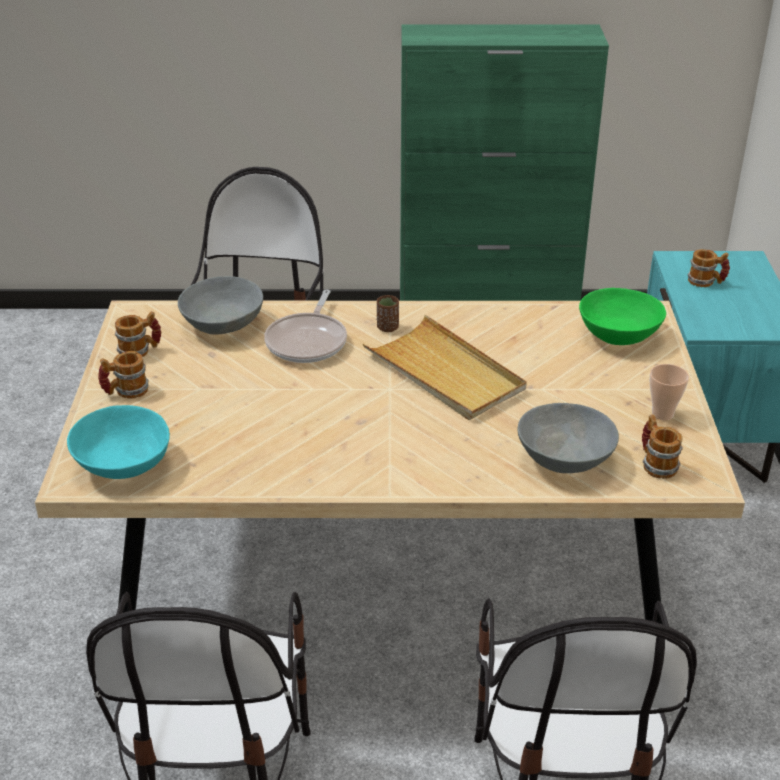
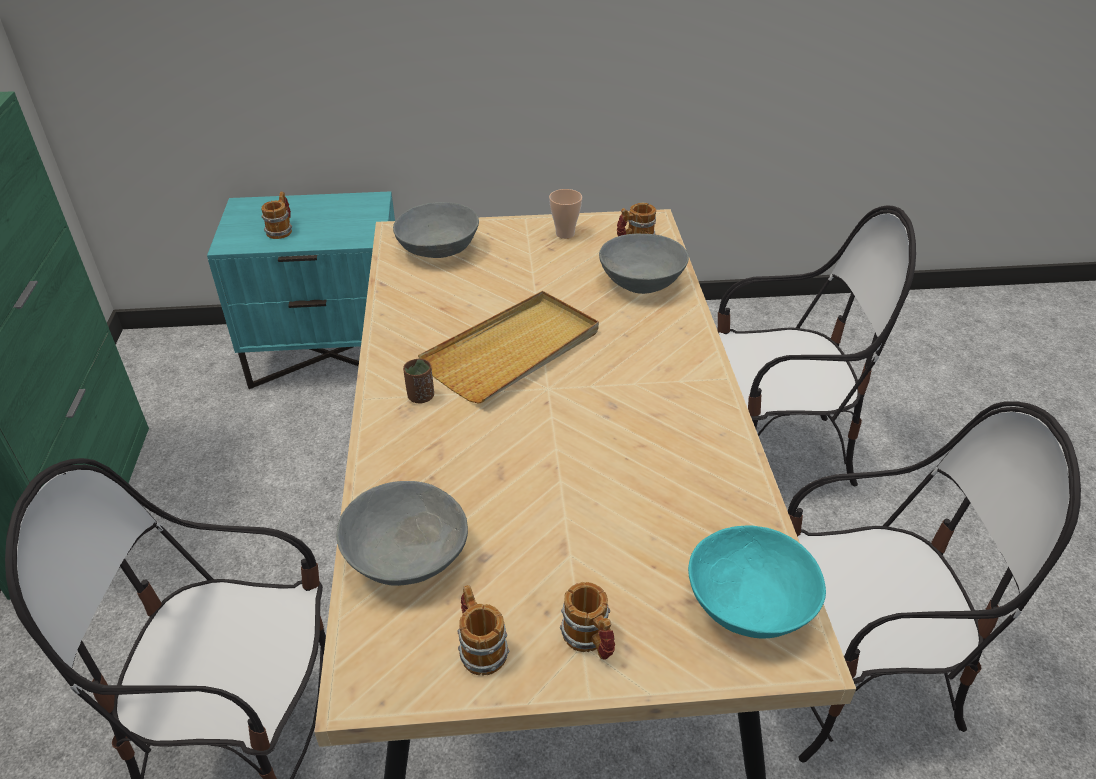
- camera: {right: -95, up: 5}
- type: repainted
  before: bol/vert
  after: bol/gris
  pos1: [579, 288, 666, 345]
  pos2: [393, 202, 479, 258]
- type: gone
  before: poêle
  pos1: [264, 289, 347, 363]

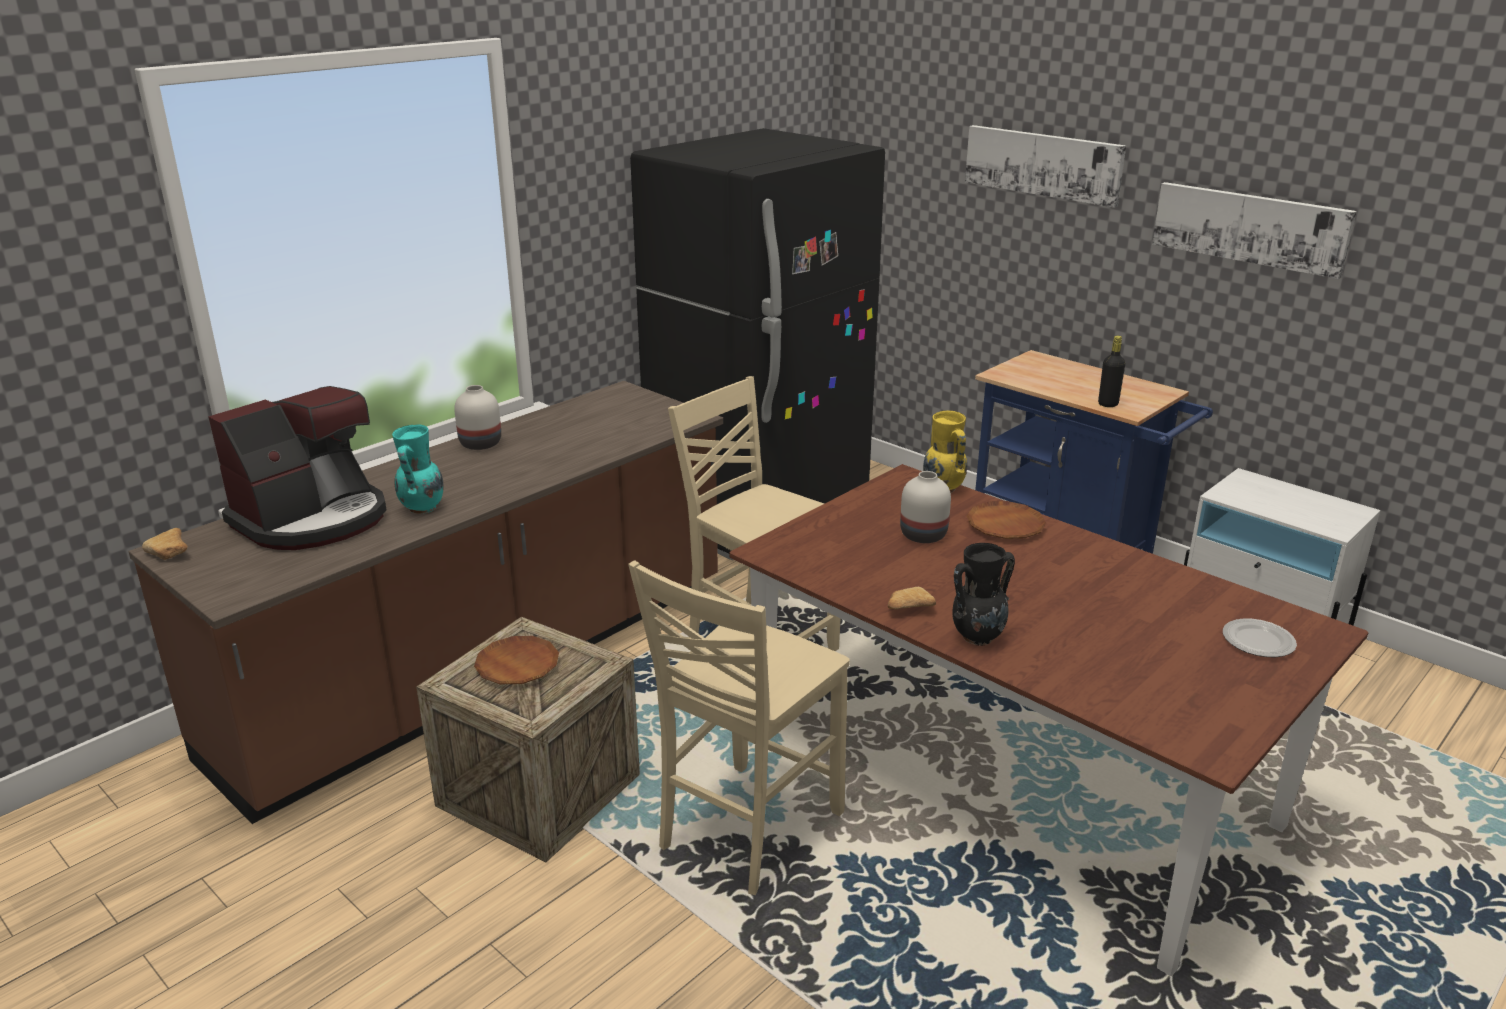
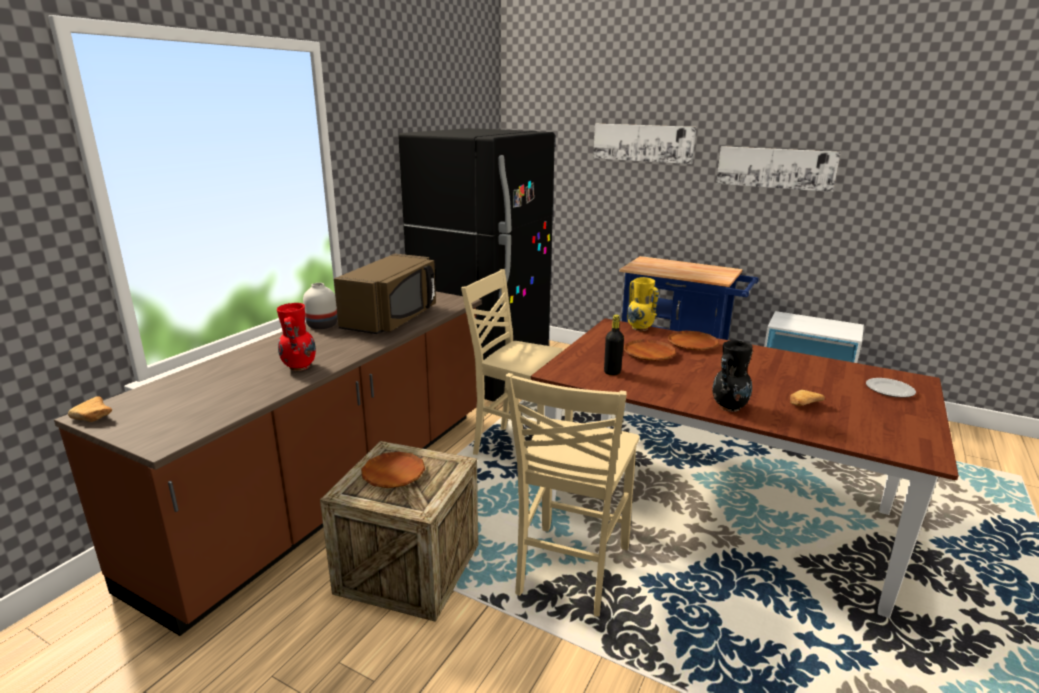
- camera: {right: -15, up: -5}
- type: repainted
  before: vase/turquoise
  after: vase/rouge
  pos1: [392, 425, 444, 514]
  pos2: [277, 303, 316, 371]
- type: new
  after: micro-ondes/marron
  pos2: [334, 254, 436, 334]
- type: shifted
  before: bouteille/noir
  pos1: [1098, 336, 1125, 407]
  pos2: [604, 314, 624, 375]
- type: swapped
  before: vase/blanc
  after: assiette/marron
  pos1: [900, 471, 951, 543]
  pos2: [624, 339, 676, 361]
- type: shifted
  before: pain
  pos1: [888, 587, 936, 609]
  pos2: [790, 390, 825, 406]
- type: gone
  before: machine à café
  pos1: [208, 386, 387, 550]

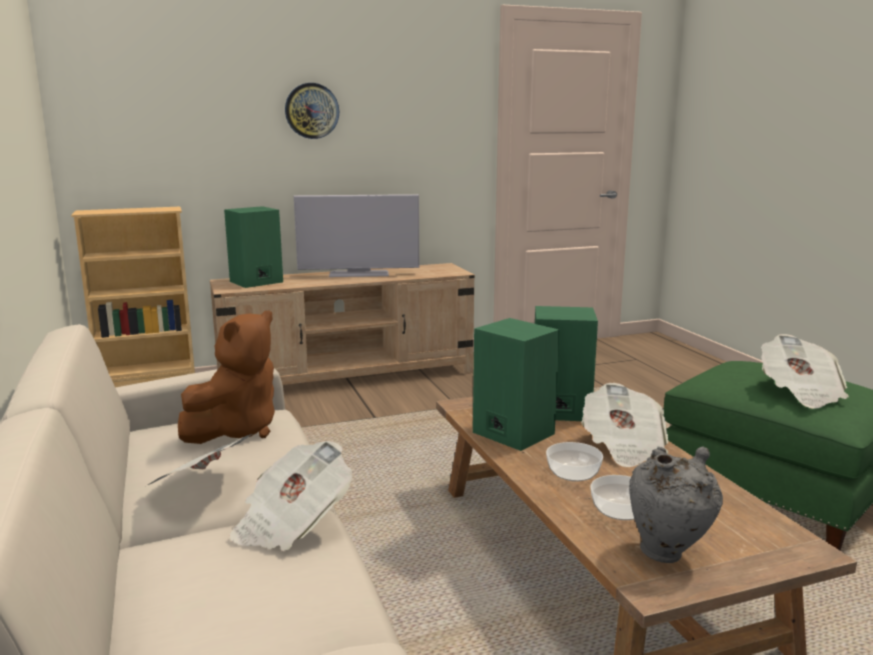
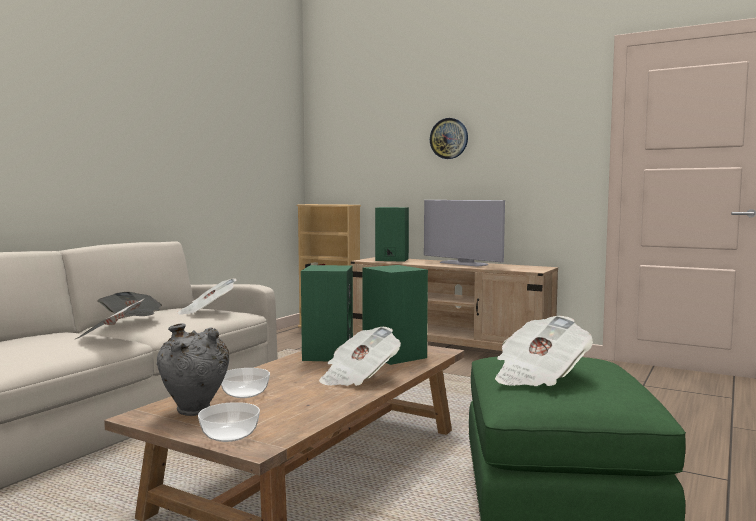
- camera: {right: 50, up: -10}
- type: swapped
  before: peluche/marron
  after: journal
  pos1: [178, 310, 275, 444]
  pos2: [177, 278, 237, 315]
- type: shifted
  before: bol
  pos1: [546, 442, 603, 482]
  pos2: [198, 402, 260, 442]

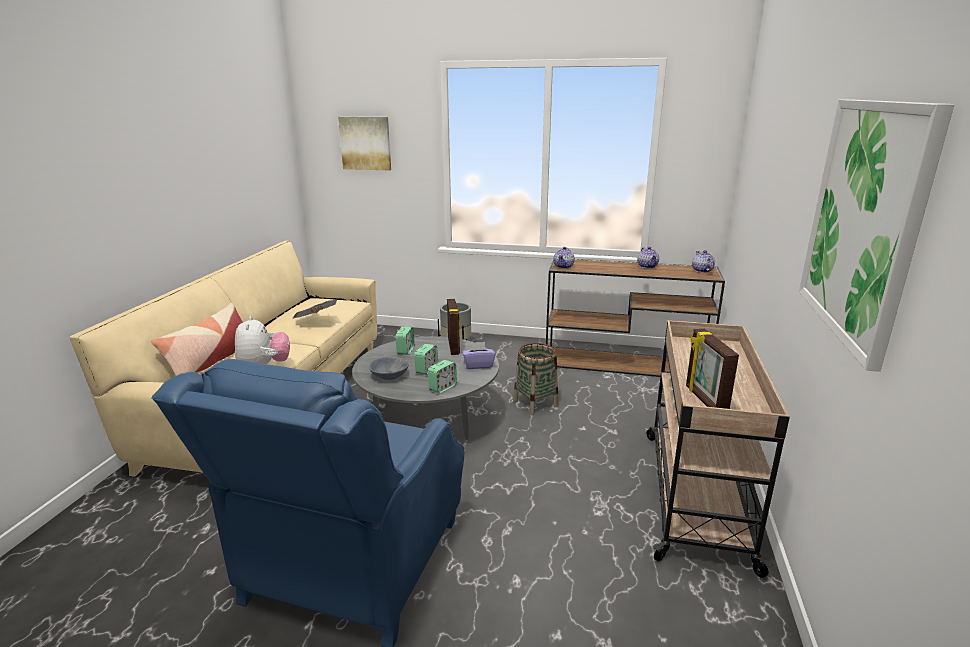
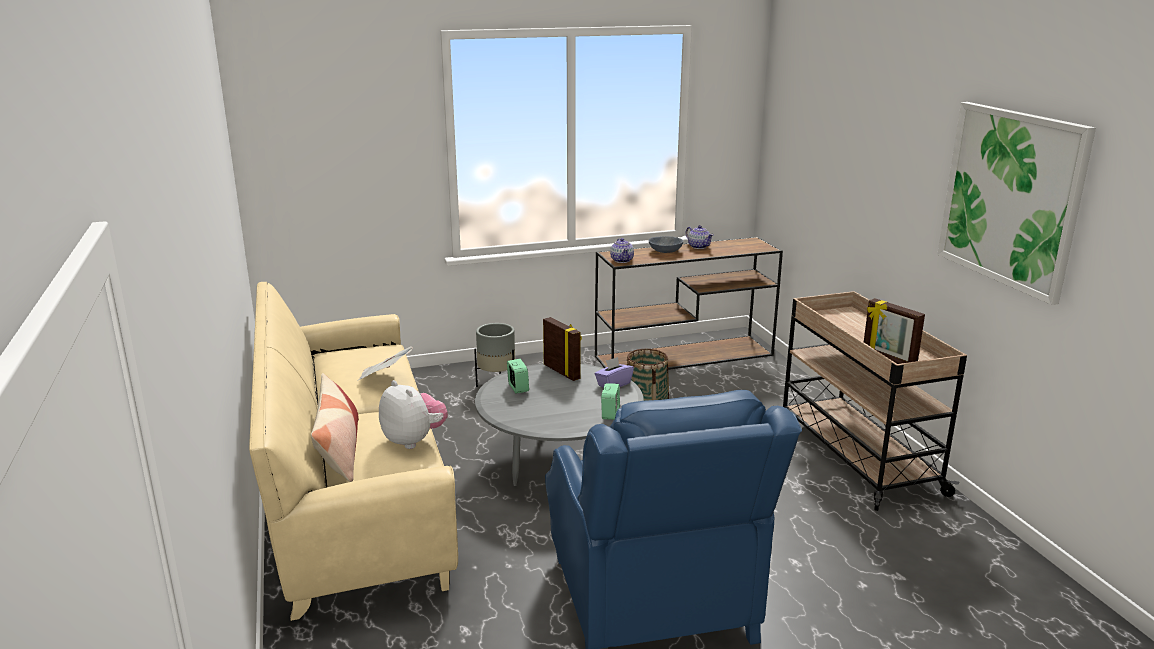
- camera: {right: -30, up: 0}
- type: shifted
  before: bol/gris
  pos1: [369, 357, 408, 380]
  pos2: [649, 236, 683, 253]
- type: gone
  before: tableau
  pos1: [338, 117, 391, 170]
- type: gone
  before: réveil
  pos1: [414, 344, 438, 375]
- type: gone
  before: théière
  pos1: [692, 250, 715, 273]

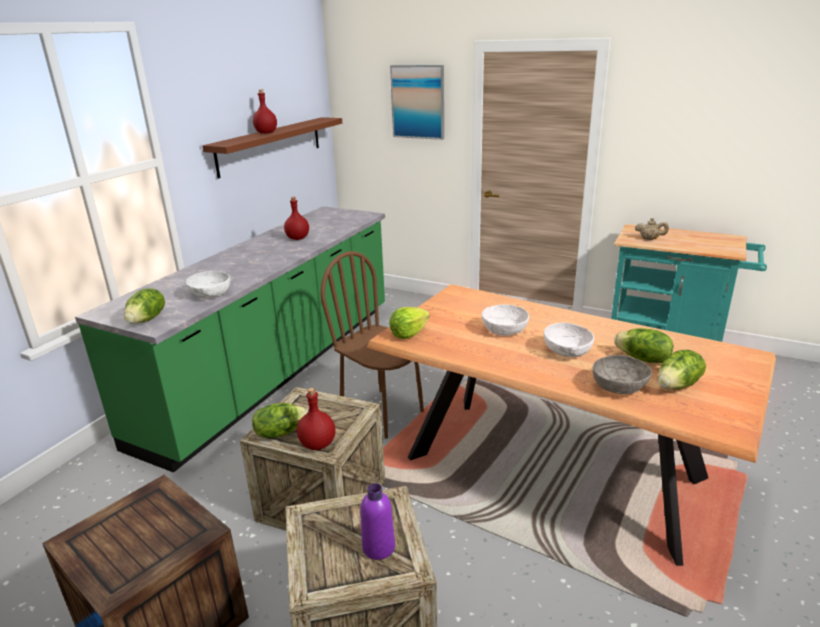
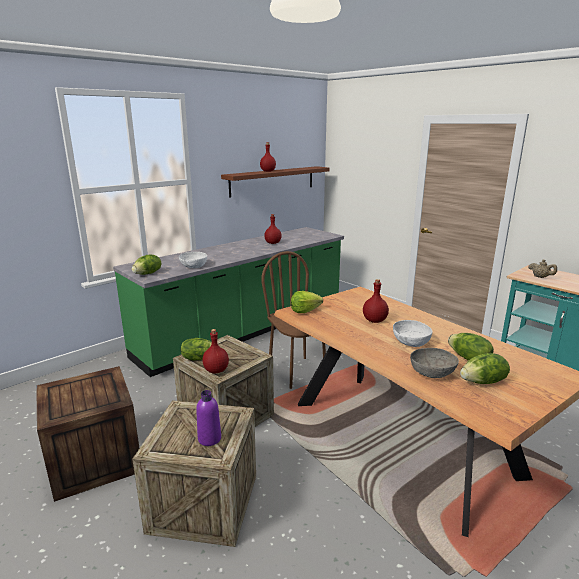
- camera: {right: 20, up: -5}
- type: swapped
  before: bol/blanc
  after: bouteille/rouge
  pos1: [481, 304, 529, 336]
  pos2: [363, 279, 389, 323]
- type: gone
  before: tableau
  pos1: [390, 65, 444, 140]

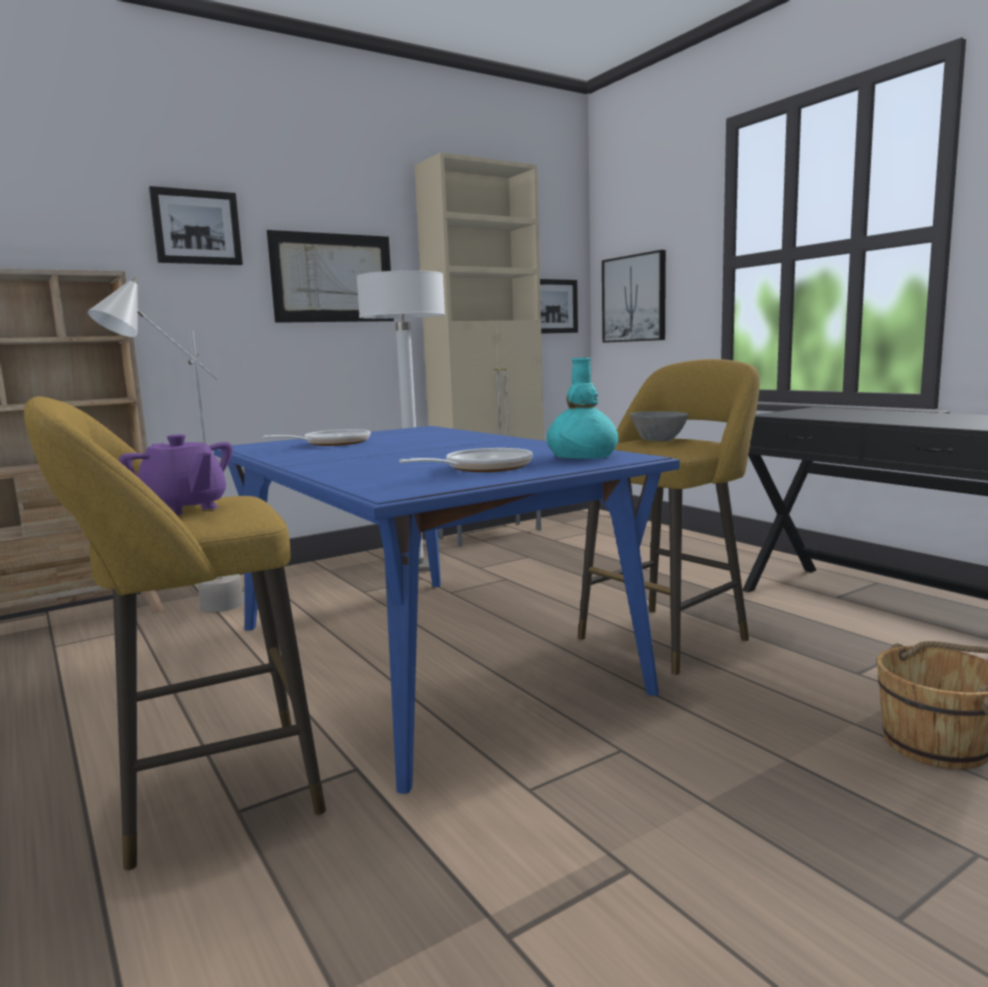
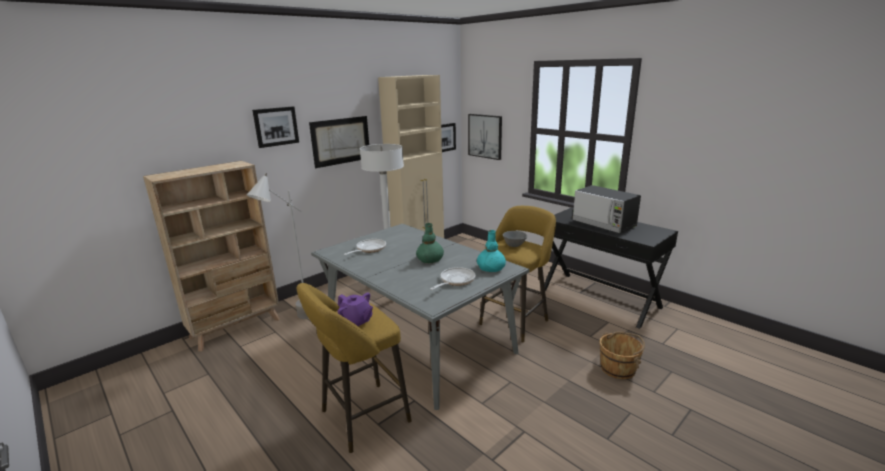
- camera: {right: -10, up: 10}
- type: repainted
  before: table à manger/bleu
  after: table à manger/gris
  pos1: [214, 426, 680, 794]
  pos2: [311, 224, 530, 410]
- type: new
  after: vase/vert
  pos2: [416, 223, 444, 264]
- type: new
  after: micro-ondes
  pos2: [572, 185, 641, 233]

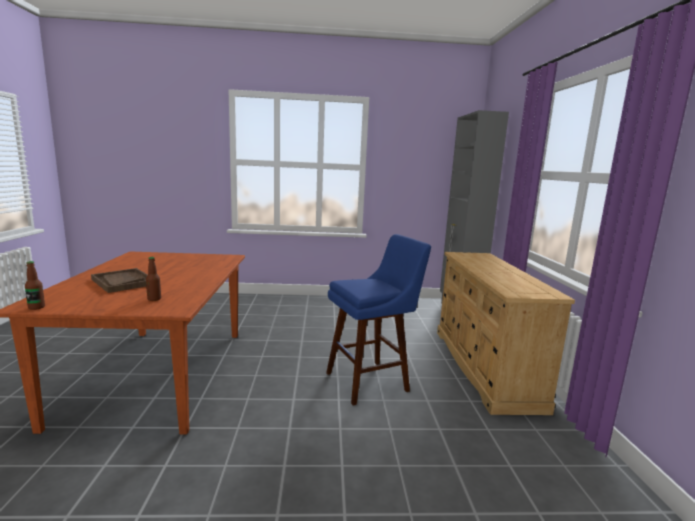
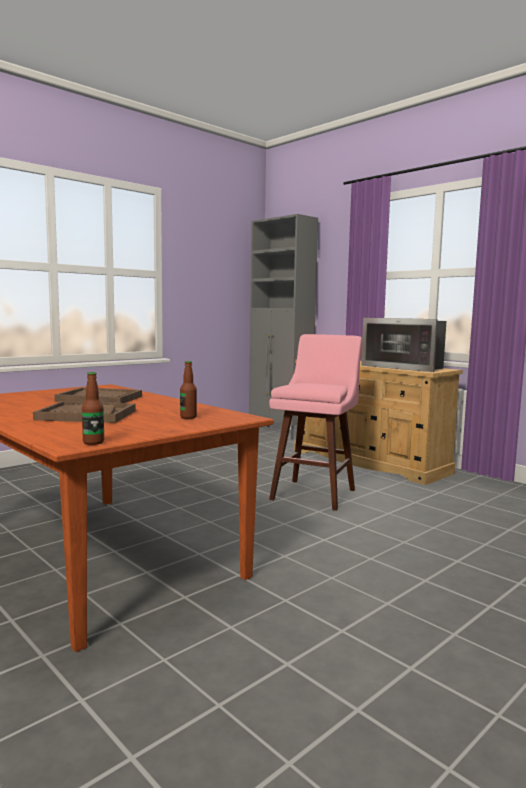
- camera: {right: -40, up: -5}
- type: new
  after: plateau/marron
  pos2: [54, 387, 142, 403]
- type: repainted
  before: tabouret/bleu
  after: tabouret/rose
  pos1: [326, 234, 431, 405]
  pos2: [269, 334, 362, 511]
- type: new
  after: micro-ondes
  pos2: [361, 318, 446, 372]

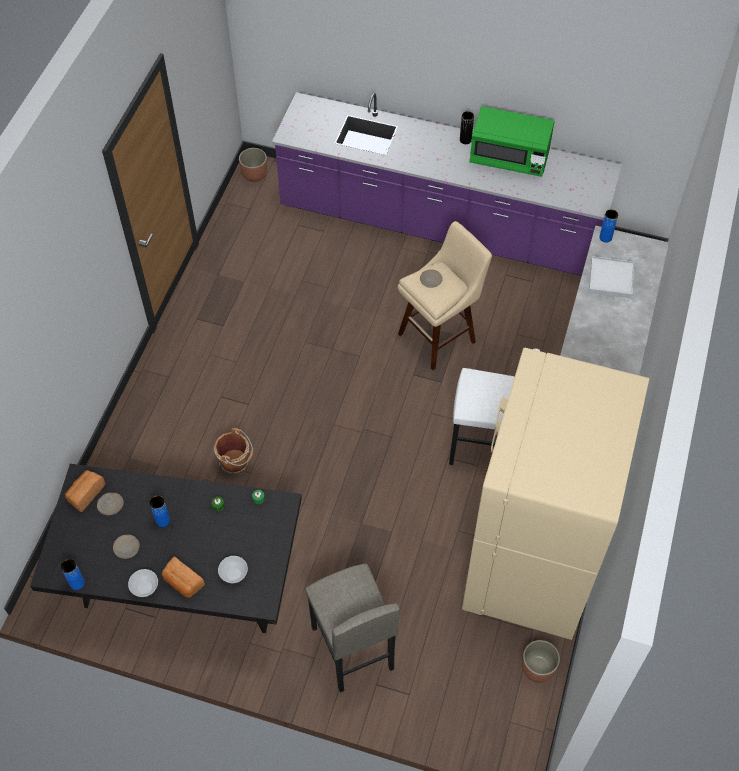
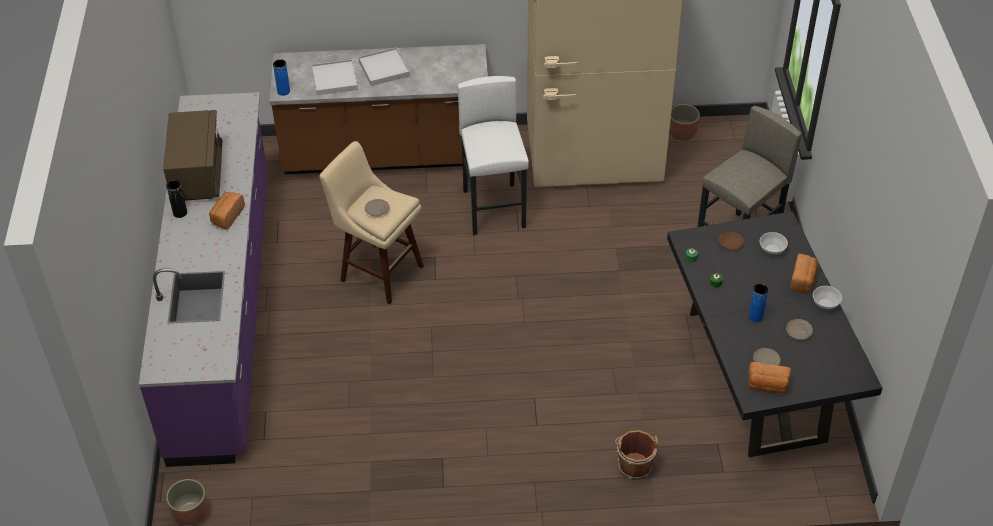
- camera: {right: -110, up: -10}
- type: repainted
  before: micro-ondes/vert
  after: micro-ondes/marron
  pos1: [469, 106, 555, 177]
  pos2: [163, 110, 223, 201]
- type: new
  after: pain
  pos2: [209, 192, 245, 230]
- type: new
  after: plateau/blanc
  pos2: [358, 47, 410, 86]
- type: shifted
  before: seau/marron
  pos1: [214, 428, 253, 474]
  pos2: [615, 430, 658, 480]
- type: new
  after: assiette/marron
  pos2: [718, 232, 744, 250]
- type: gone
  before: vase/bleu
  pos1: [61, 559, 85, 590]

